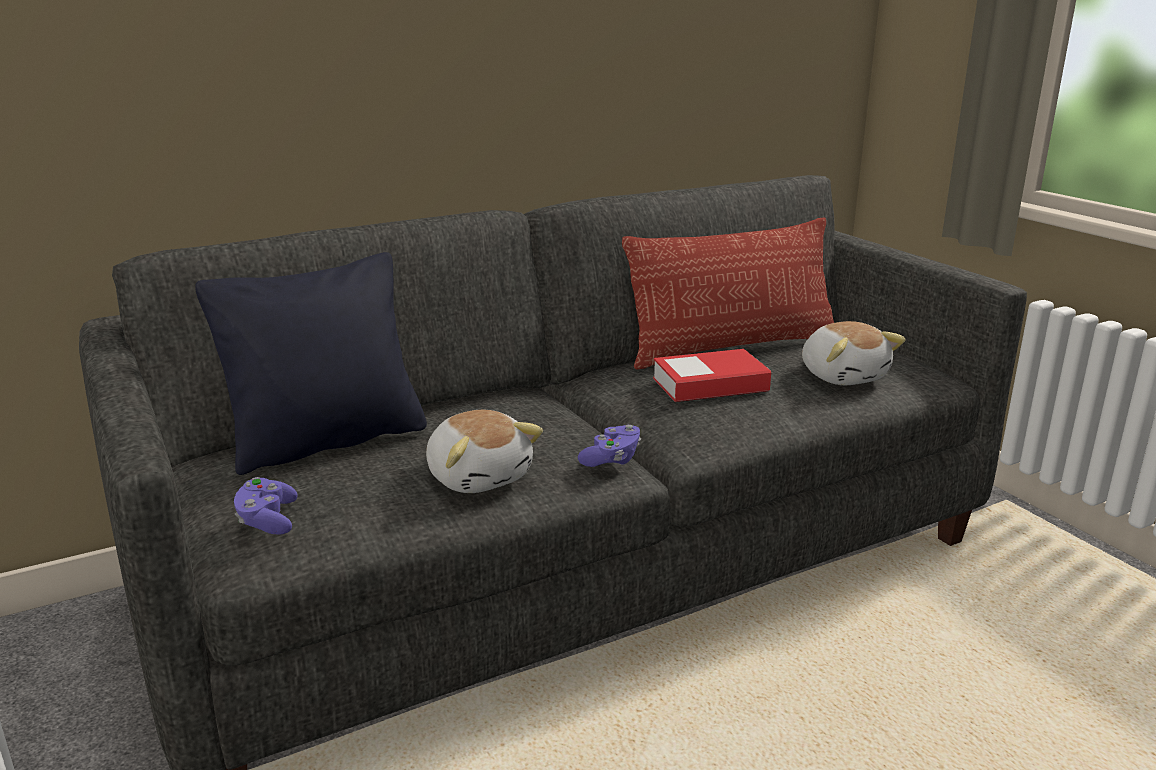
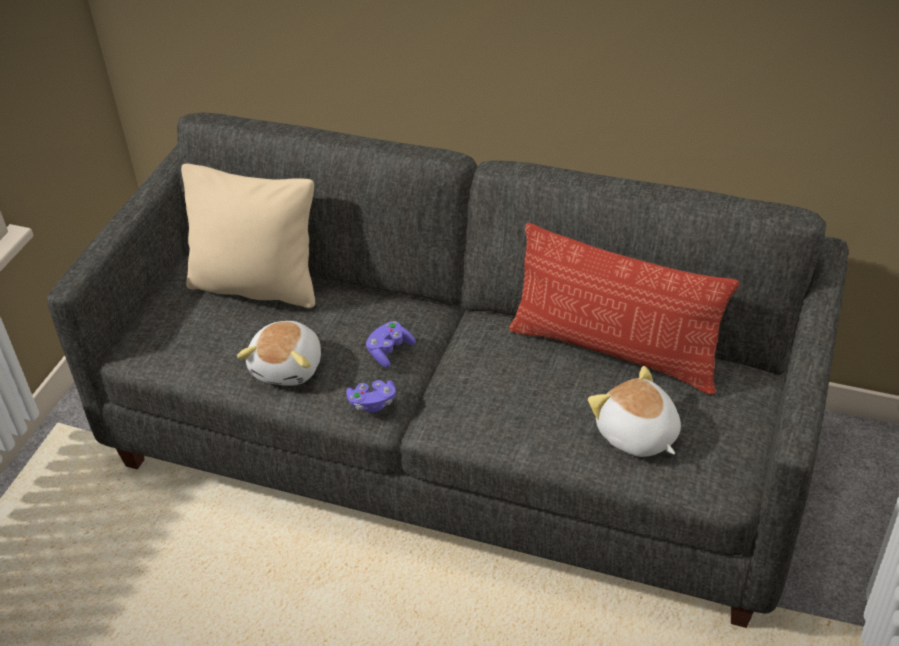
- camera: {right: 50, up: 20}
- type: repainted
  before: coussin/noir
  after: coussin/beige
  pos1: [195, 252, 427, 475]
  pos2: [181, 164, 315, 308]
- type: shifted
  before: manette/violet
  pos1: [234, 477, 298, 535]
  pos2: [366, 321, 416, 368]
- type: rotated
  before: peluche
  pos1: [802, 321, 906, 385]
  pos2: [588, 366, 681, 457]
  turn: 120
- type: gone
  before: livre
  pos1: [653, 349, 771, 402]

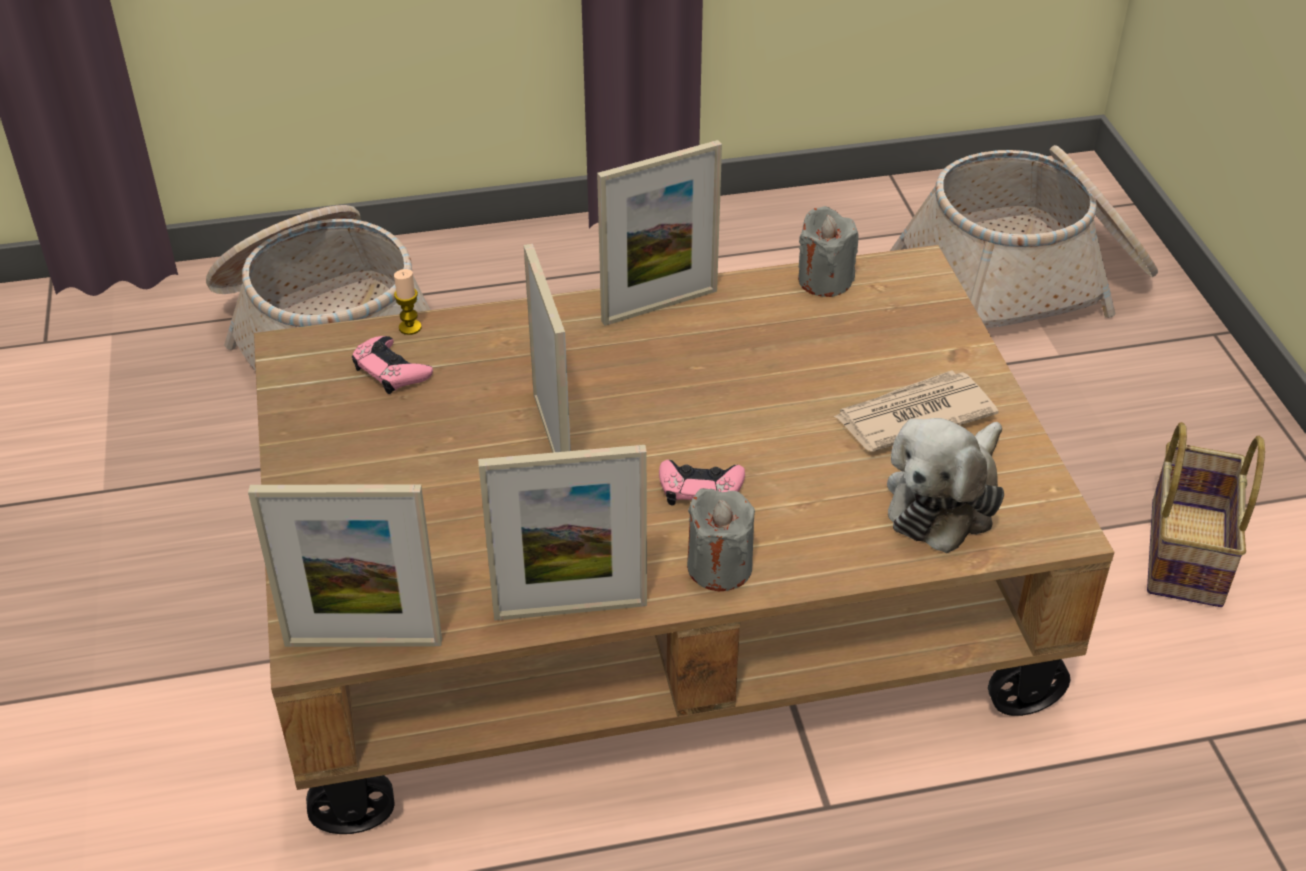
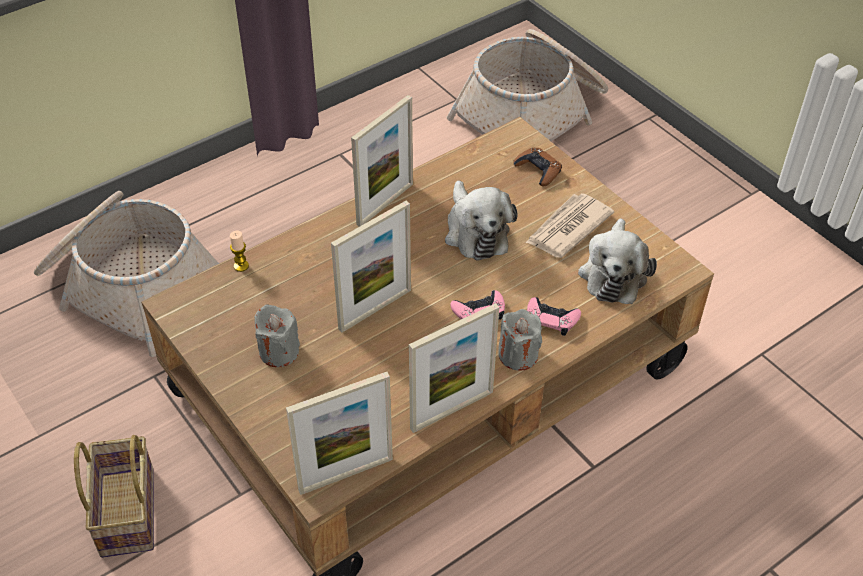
- camera: {right: -25, up: 5}
- type: shifted
  before: panier
  pos1: [1147, 422, 1265, 607]
  pos2: [74, 435, 154, 558]
- type: shifted
  before: bougie/gris
  pos1: [798, 206, 859, 297]
  pos2: [254, 305, 300, 367]
- type: rotated
  before: cadre photo
  pos1: [524, 244, 571, 453]
  pos2: [331, 201, 411, 333]
  turn: 90
- type: new
  after: peluche
  pos2: [445, 181, 517, 261]
- type: new
  after: manette/marron
  pos2: [513, 148, 562, 187]
- type: shifted
  before: manette/rose
  pos1: [352, 336, 433, 394]
  pos2: [527, 297, 581, 336]

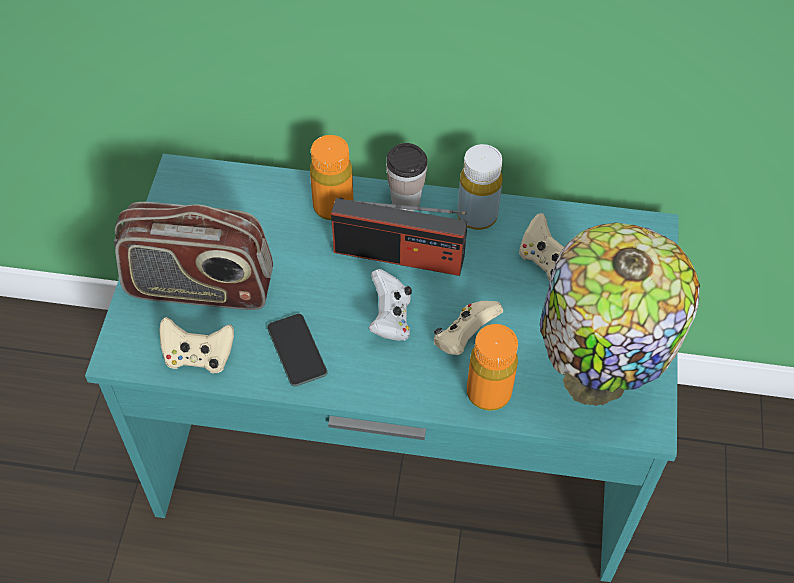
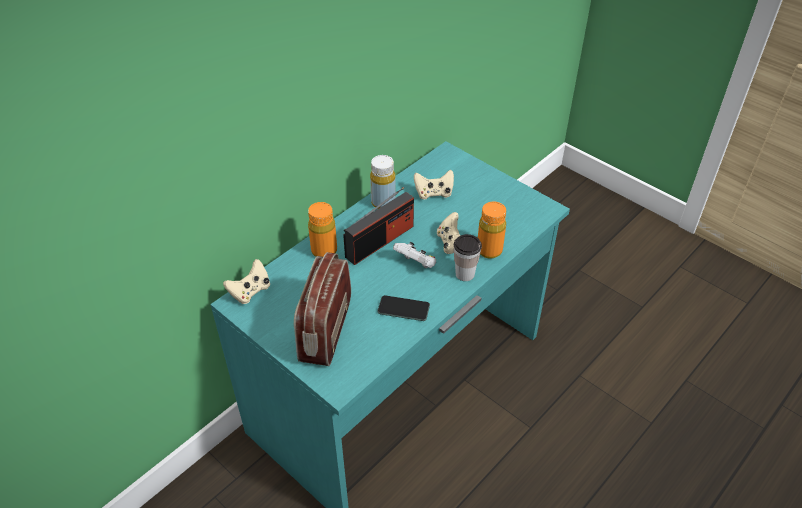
- camera: {right: -55, up: -10}
- type: shifted
  before: manette/beige
  pos1: [159, 317, 234, 374]
  pos2: [223, 259, 270, 304]
- type: rotated
  before: radio
  pos1: [114, 202, 273, 310]
  pos2: [294, 252, 351, 366]
  turn: 150
- type: shifted
  before: tasse
  pos1: [386, 143, 427, 211]
  pos2: [454, 234, 482, 281]
- type: gone
  before: lampe de table
  pos1: [540, 222, 700, 406]

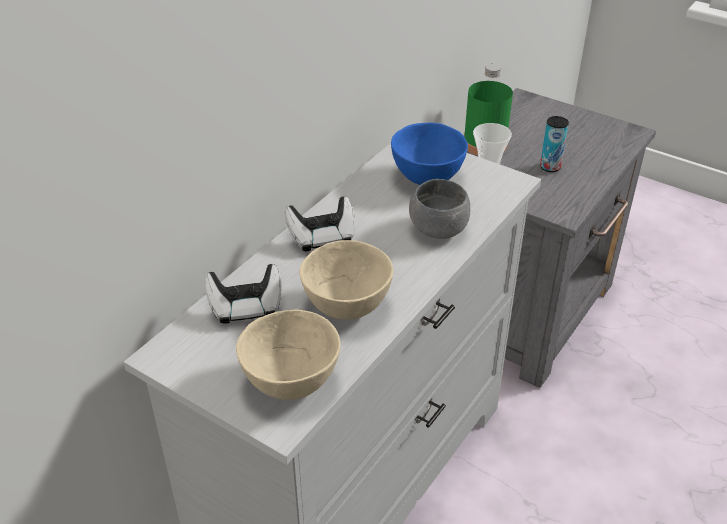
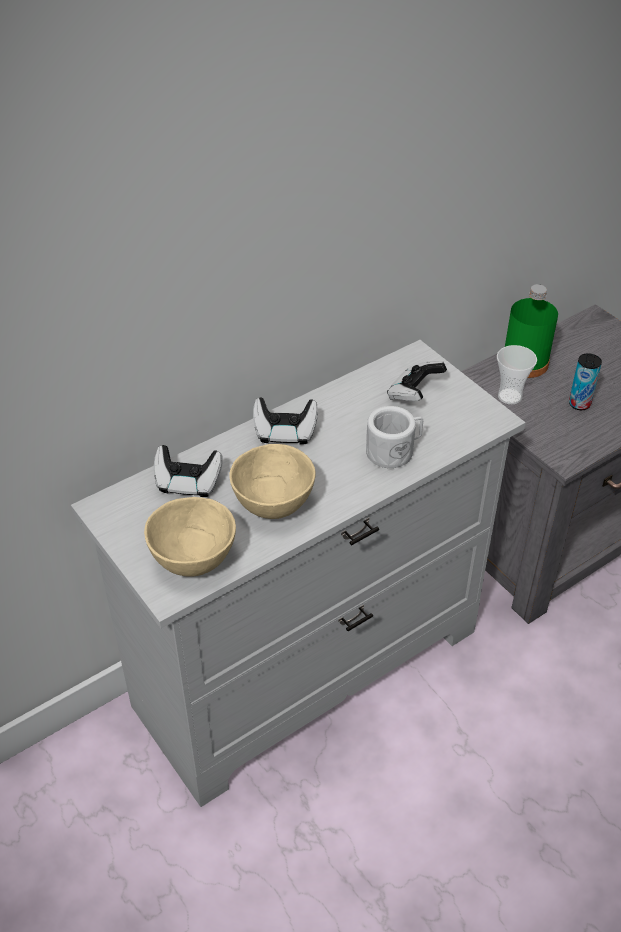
- camera: {right: 20, up: 5}
- type: swapped
  before: bol/gris
  after: mug/blanc
  pos1: [409, 179, 470, 239]
  pos2: [366, 406, 423, 468]
- type: swapped
  before: bol/bleu
  after: manette
  pos1: [391, 123, 468, 185]
  pos2: [387, 361, 447, 401]

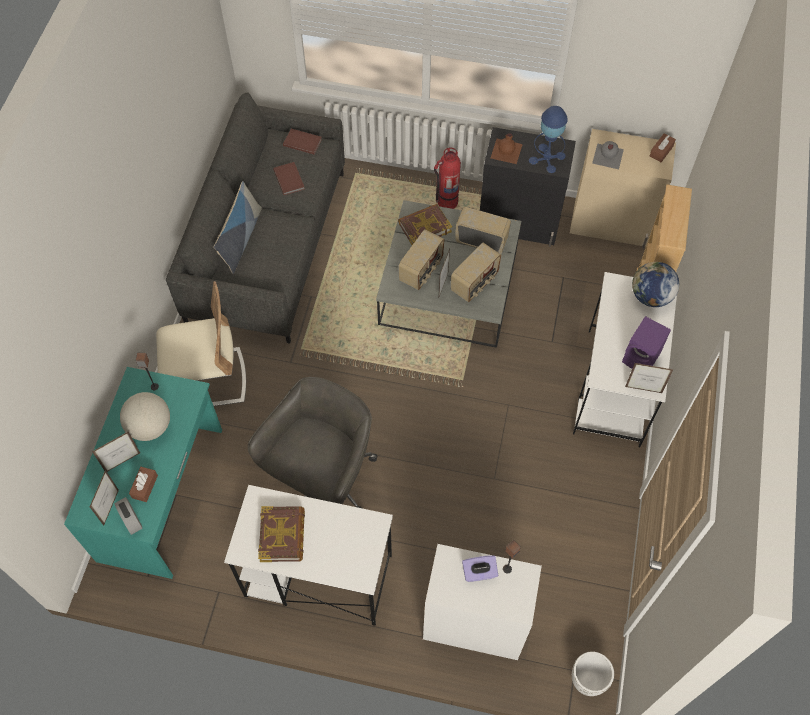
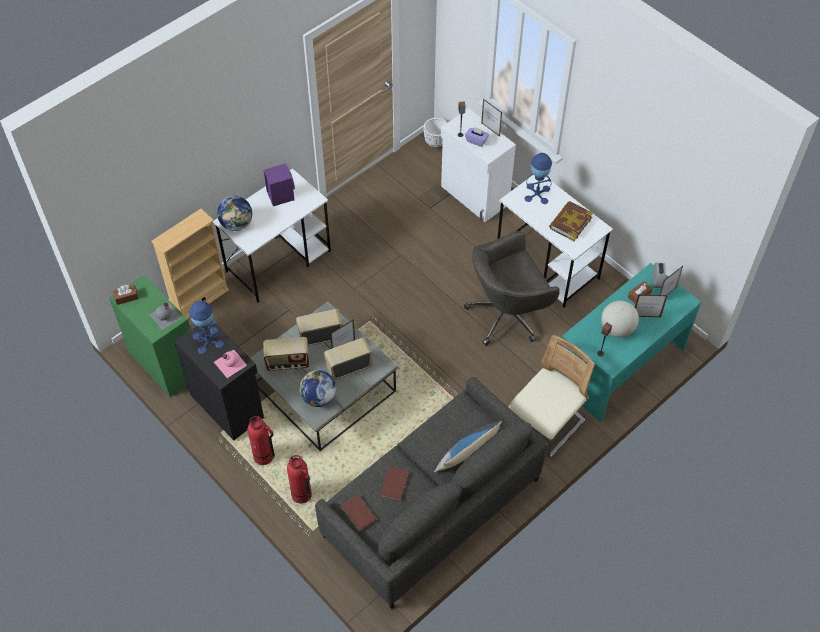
- camera: {right: -145, up: -5}
- type: repainted
  before: meuble de rangement/beige
  after: meuble de rangement/vert
  pos1: [570, 129, 676, 249]
  pos2: [109, 275, 190, 397]
- type: repainted
  before: bouteille/marron
  after: bouteille/rose
  pos1: [491, 133, 523, 164]
  pos2: [214, 349, 247, 378]
- type: rotated
  before: radio
  pos1: [455, 207, 511, 254]
  pos2: [263, 337, 309, 371]
  turn: -60
- type: new
  after: extincteur
  pos2: [287, 455, 312, 503]
- type: swapped
  before: livre
  after: globe
  pos1: [398, 204, 452, 245]
  pos2: [299, 370, 337, 407]
- type: shifted
  before: cadre photo
  pos1: [625, 363, 673, 393]
  pos2: [481, 99, 502, 137]
- type: rotated
  before: chaise/beige
  pos1: [156, 281, 246, 406]
  pos2: [508, 335, 595, 458]
  turn: 105
- type: new
  after: lampe de table/bleu
  pos2: [525, 153, 552, 204]

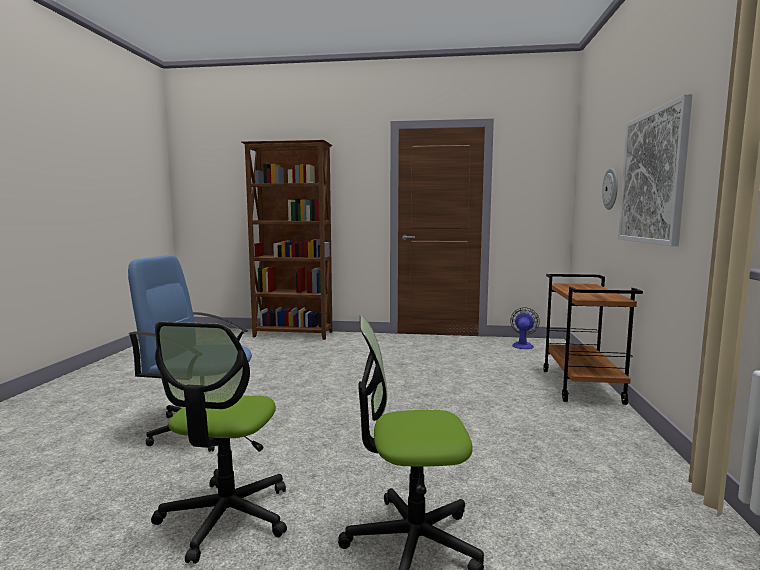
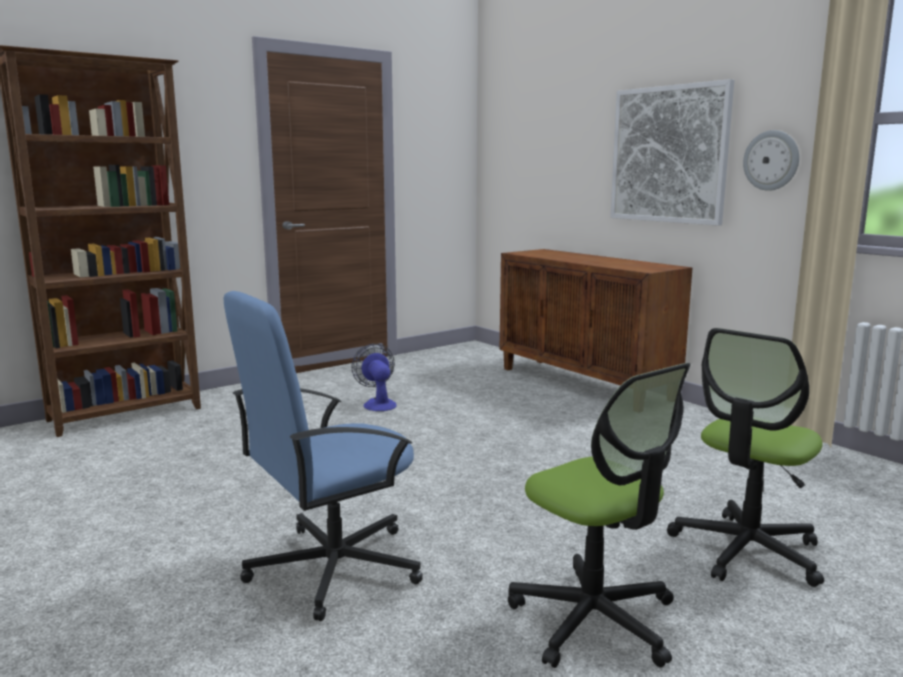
- camera: {right: -45, up: 5}
- type: shifted
  before: ventilateur
  pos1: [510, 307, 540, 349]
  pos2: [352, 344, 397, 411]
- type: swapped
  before: chariot/marron
  after: meuble de rangement/marron
  pos1: [543, 274, 643, 405]
  pos2: [499, 249, 693, 385]
- type: shifted
  before: horloge murale
  pos1: [602, 168, 618, 210]
  pos2: [743, 130, 799, 191]

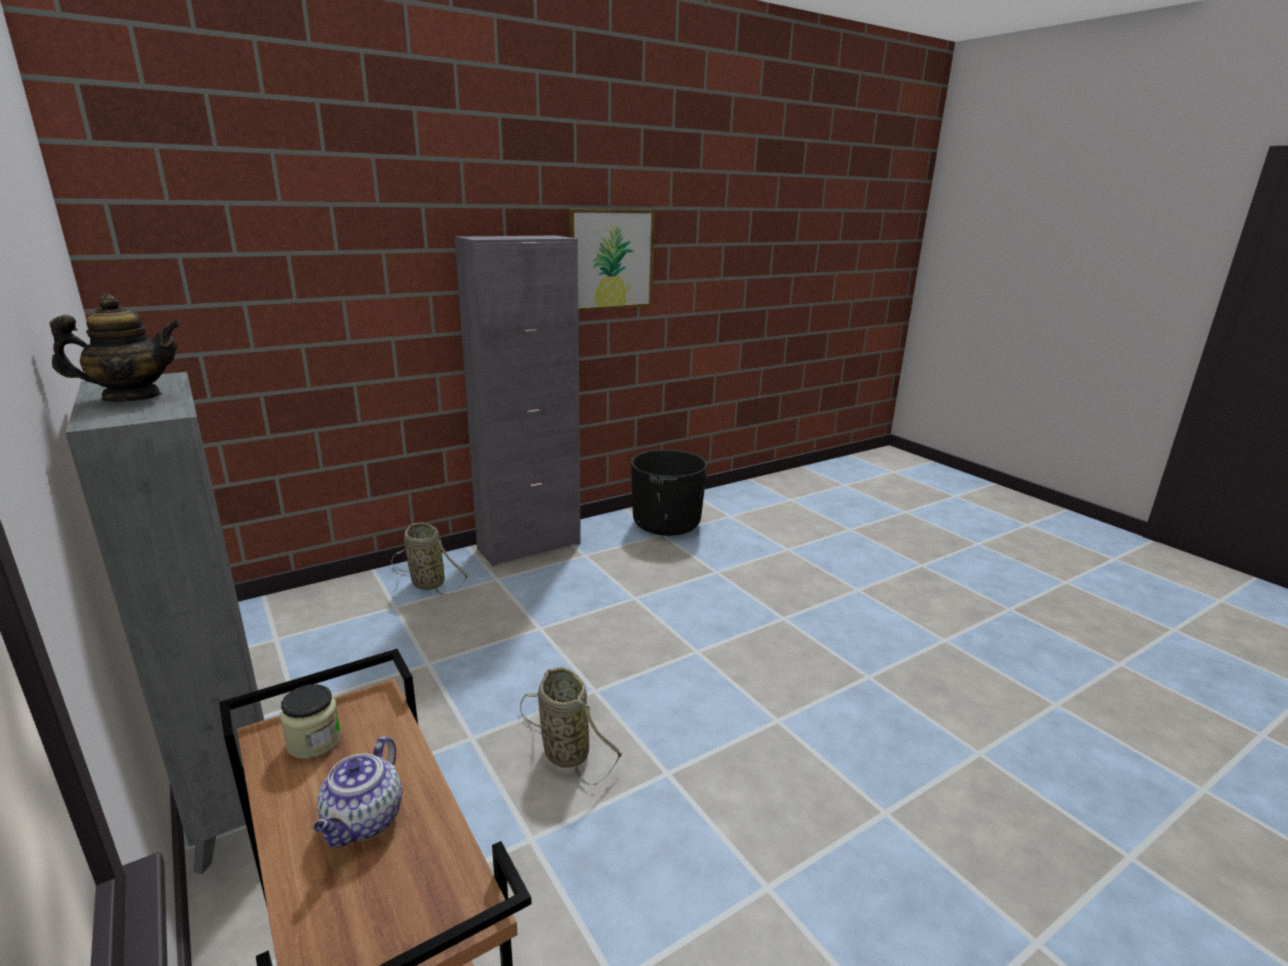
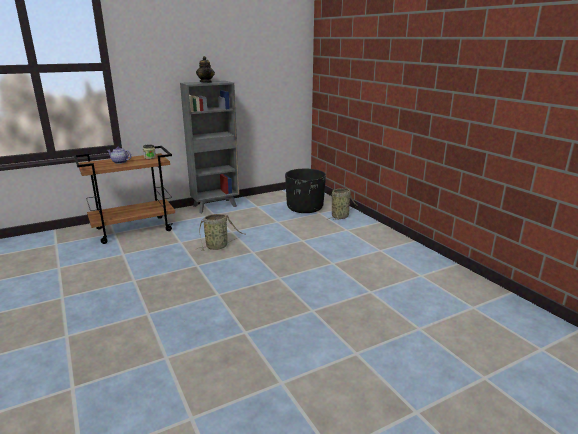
- camera: {right: 95, up: 0}
- type: shifted
  before: cache-pot/noir
  pos1: [631, 450, 707, 536]
  pos2: [285, 169, 326, 213]
- type: gone
  before: meuble de rangement/gris
  pos1: [455, 235, 581, 567]
- type: gone
  before: tableau
  pos1: [568, 209, 655, 311]

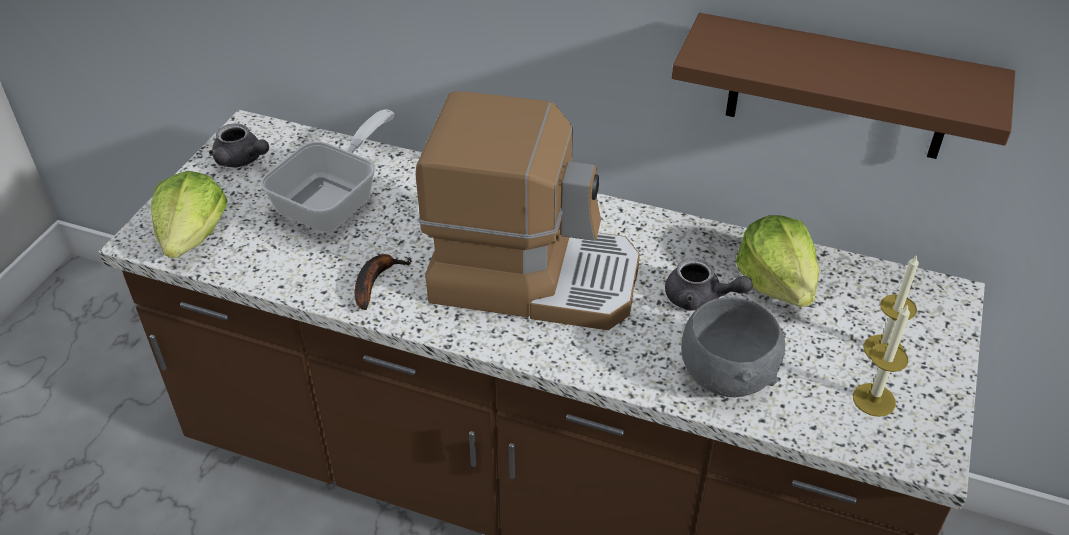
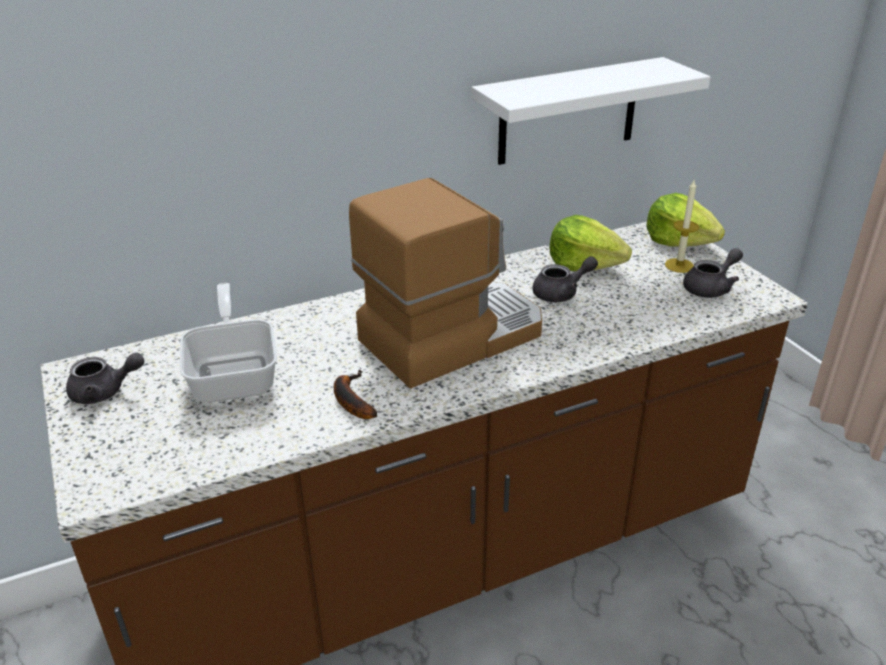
- camera: {right: -45, up: -10}
- type: repainted
  before: étagère/marron
  after: étagère/blanc
  pos1: [672, 13, 1015, 159]
  pos2: [472, 57, 711, 165]
- type: shifted
  before: laitue
  pos1: [151, 171, 228, 258]
  pos2: [646, 193, 725, 247]
- type: swapped
  before: bougie
  after: théière/gris
  pos1: [853, 304, 910, 417]
  pos2: [683, 248, 743, 298]
- type: gone
  before: bol/gris
  pos1: [681, 297, 785, 397]

